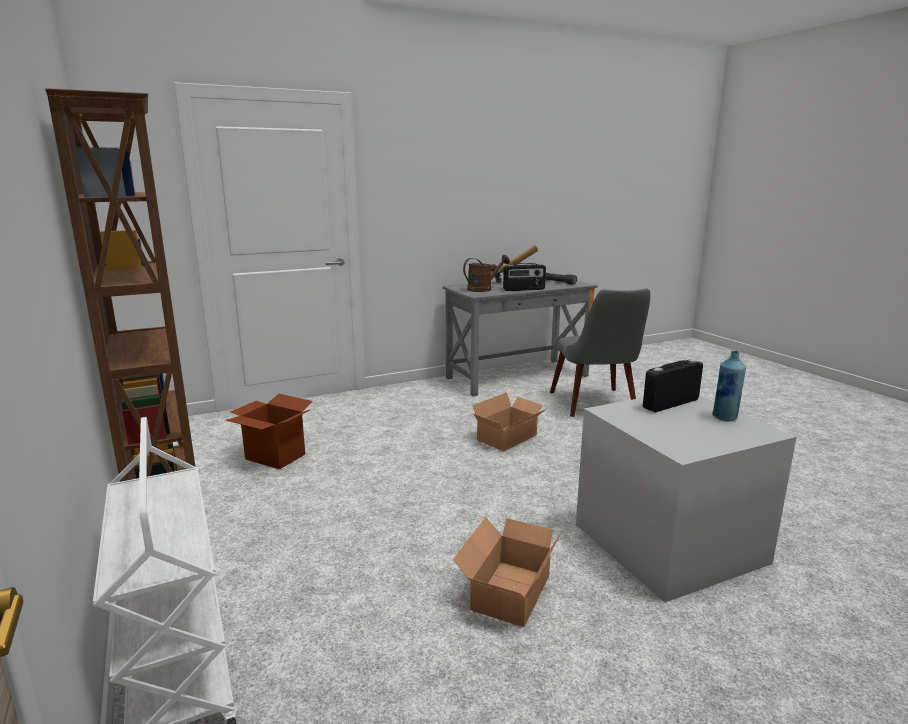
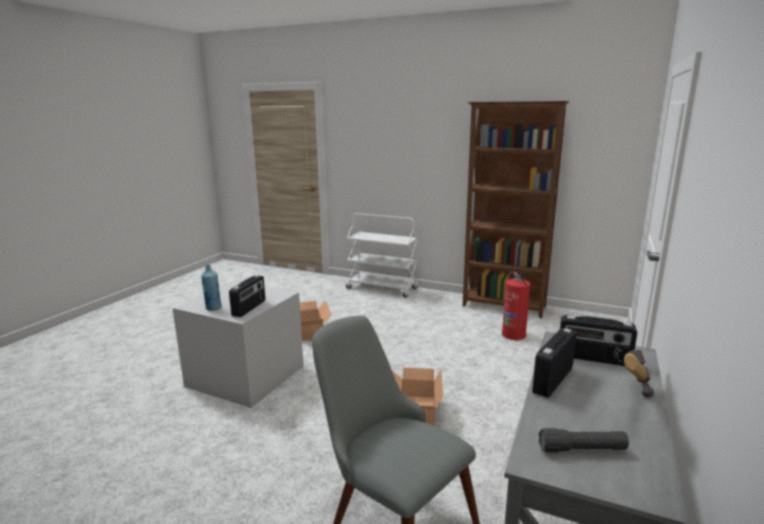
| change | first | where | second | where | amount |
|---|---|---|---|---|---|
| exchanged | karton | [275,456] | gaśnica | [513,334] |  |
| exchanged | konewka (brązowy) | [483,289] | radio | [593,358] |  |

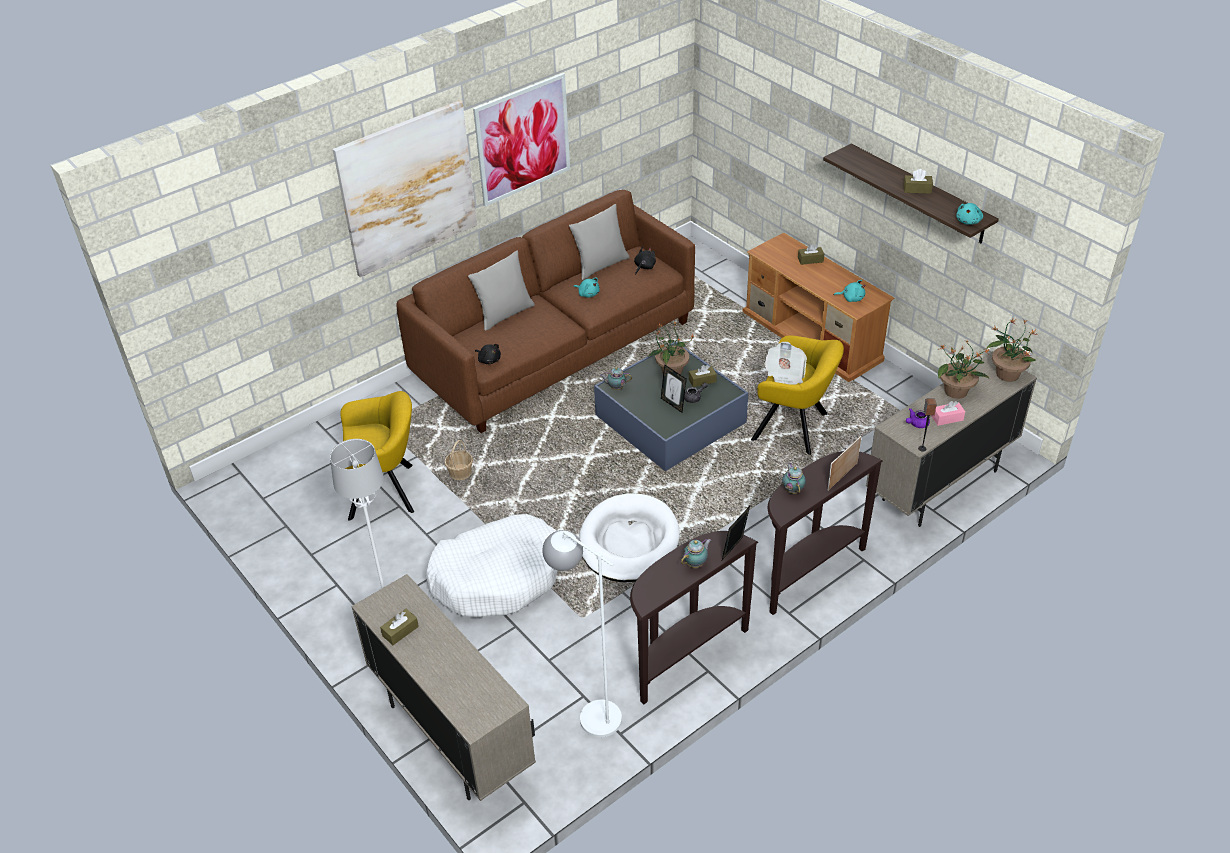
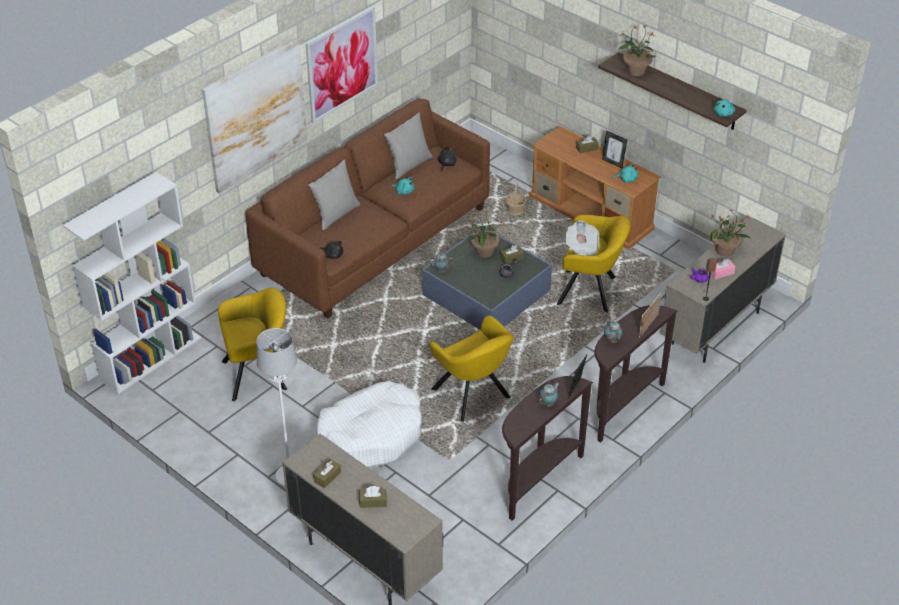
| change | first | where | second | where | amount |
|---|---|---|---|---|---|
| missing | lampa stojąca (biały) | [589,711] |  |  |  |
| appeared |  |  | regał (biały) | [151,358] |  |
| relocated | koszyk | [460,473] |  | [515,210] |  |
| relocated | ramka na zdjęcie | [673,404] |  | [613,163] |  |
| relocated | pudełko chusteczek (brązowy) | [917,189] |  | [373,502] |  |
| relocated | roślina doniczkowa | [1007,374] |  | [635,71] |  |
| exchanged | legowisko (biały) | [629,542] | fotel (żółty) | [473,396] |  |

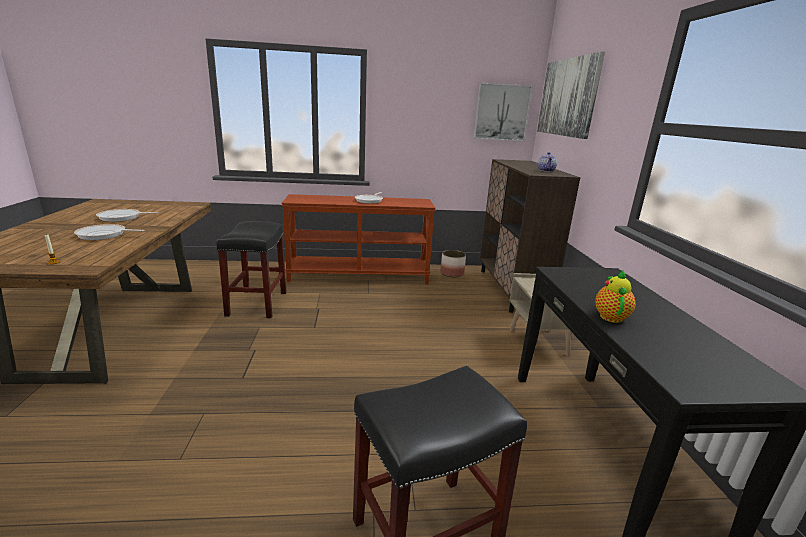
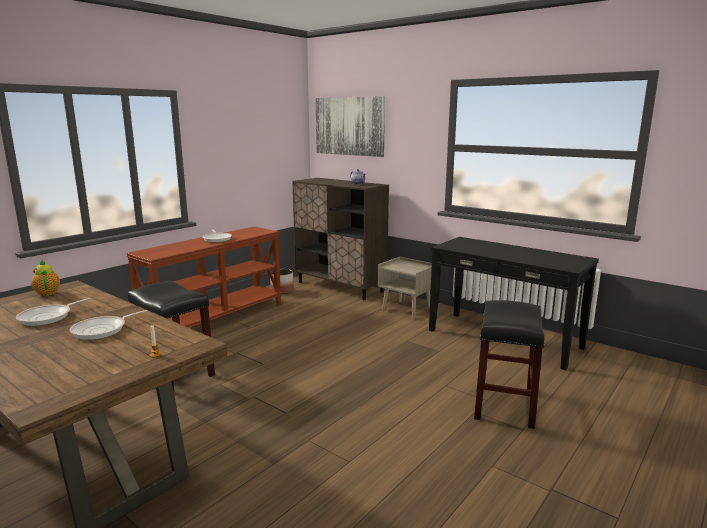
| change | first | where | second | where | amount |
|---|---|---|---|---|---|
| missing | obraz | [501,112] |  |  |  |
| relocated | imbryk | [610,316] |  | [47,292] |  |

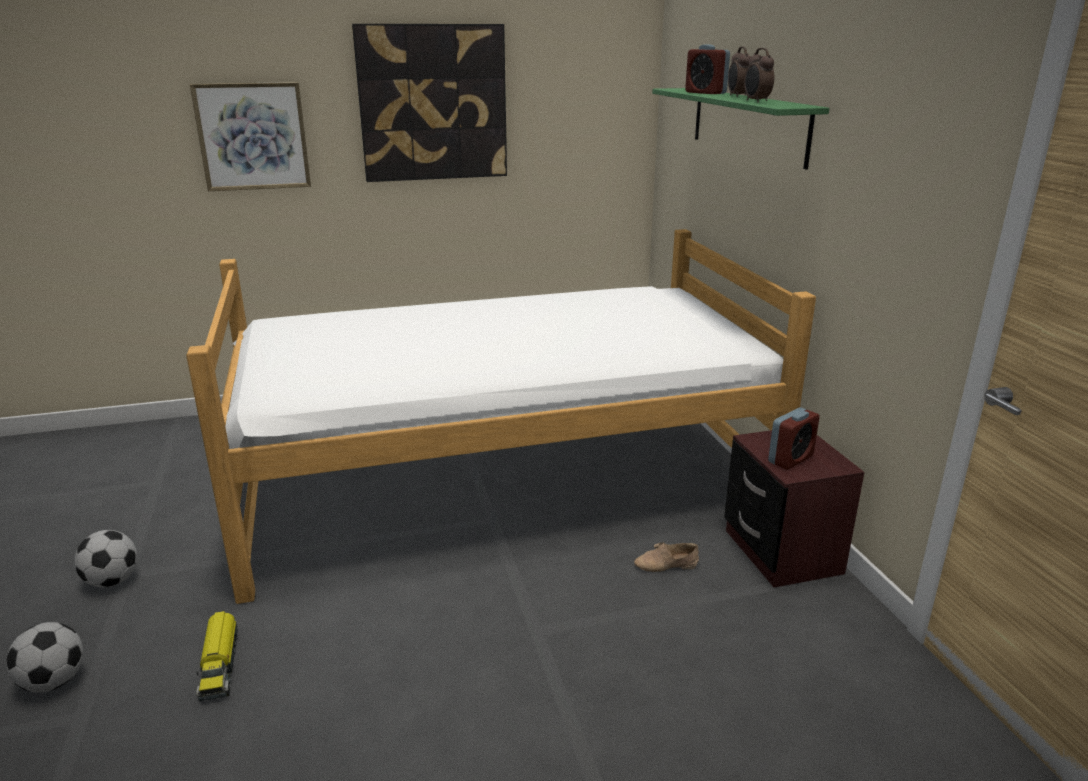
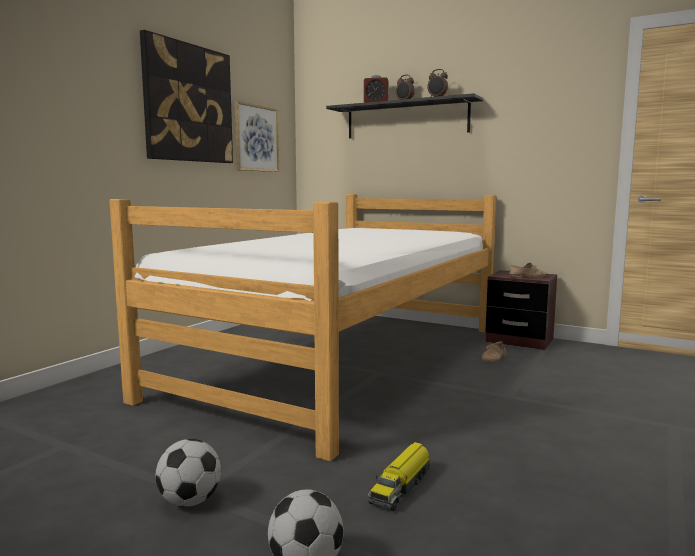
| change | first | where | second | where | amount |
|---|---|---|---|---|---|
| relocated | obraz | [253,136] |  | [256,138] |  |
| exchanged | budzik | [790,459] | but (beżowy) | [527,276] |  |
| colour | półka (zielony) | [747,124] | półka (czarny) | [406,119] |  |
| spun | ciężarówka zabawkowa | [219,665] |  | [401,486] | 90 degrees clockwise |

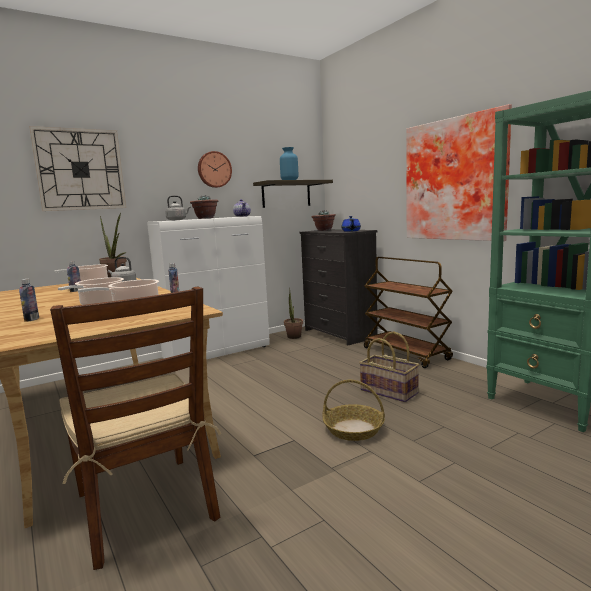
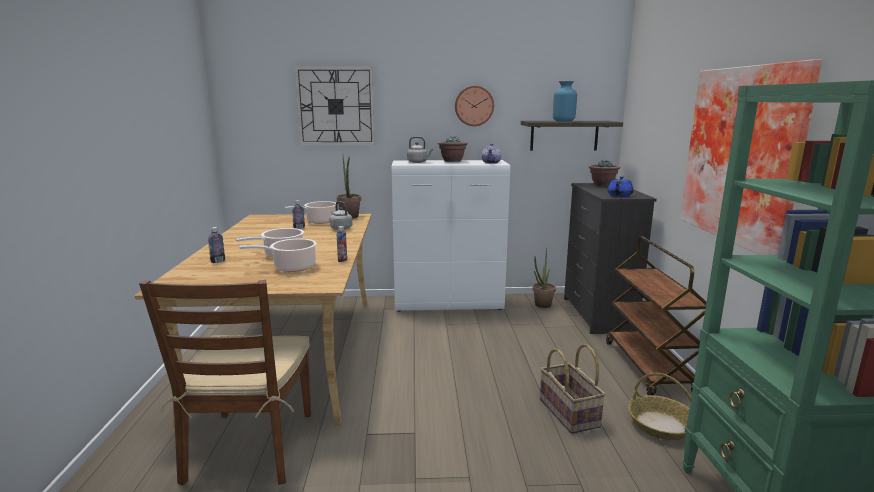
| change | first | where | second | where | amount |
|---|---|---|---|---|---|
| relocated | koszyk | [354,429] |  | [661,425] |  |

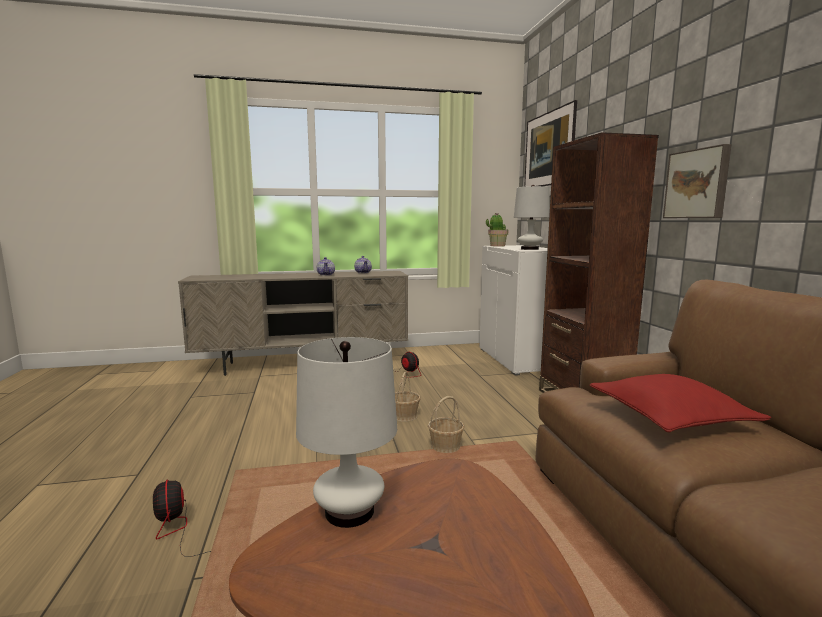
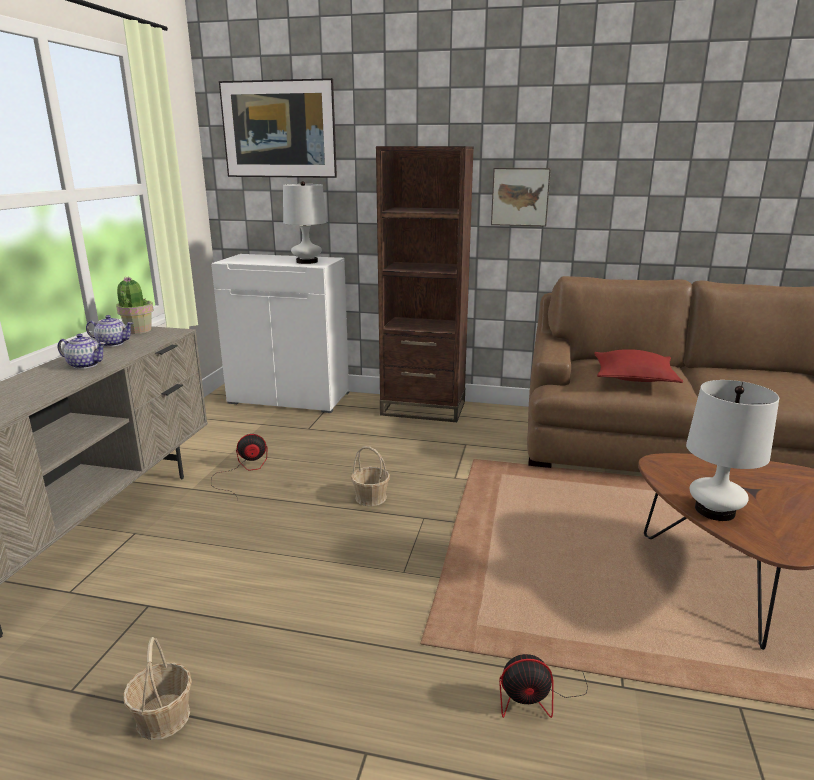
| change | first | where | second | where | amount |
|---|---|---|---|---|---|
| relocated | koszyk | [446,447] |  | [163,717] |  |
| relocated | roślina doniczkowa | [497,246] |  | [138,330] |  |

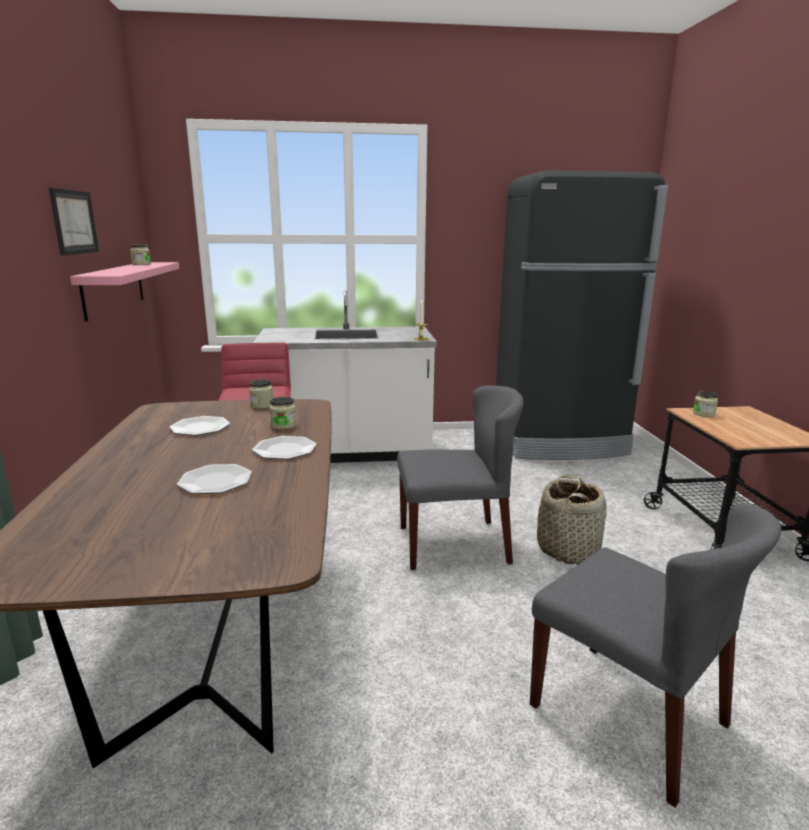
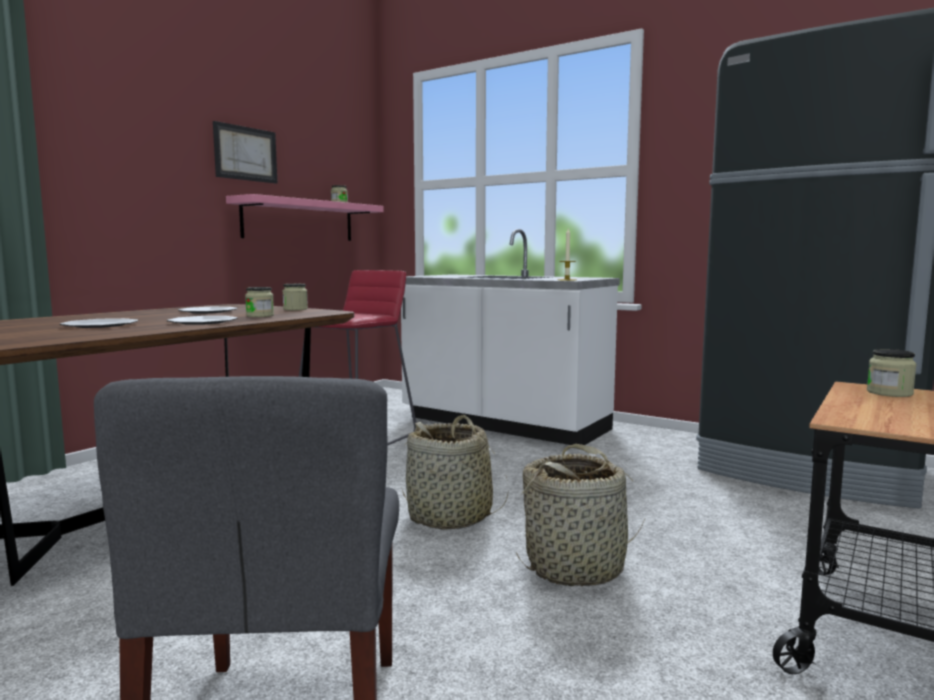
| change | first | where | second | where | amount |
|---|---|---|---|---|---|
| exchanged | krzesło (szary) | [454,544] | koszyk | [450,516] |  |

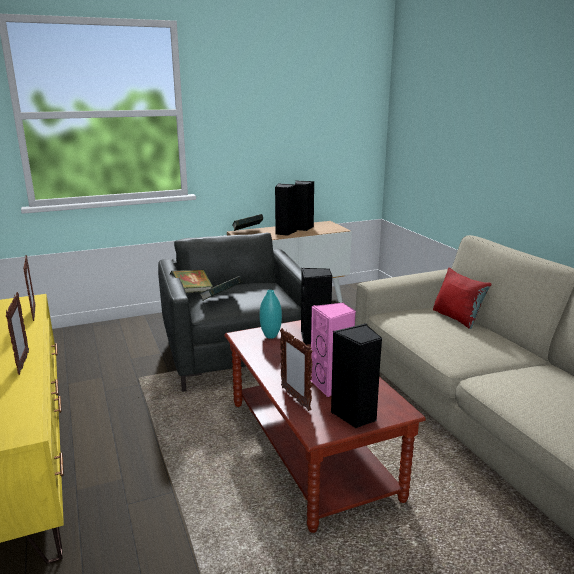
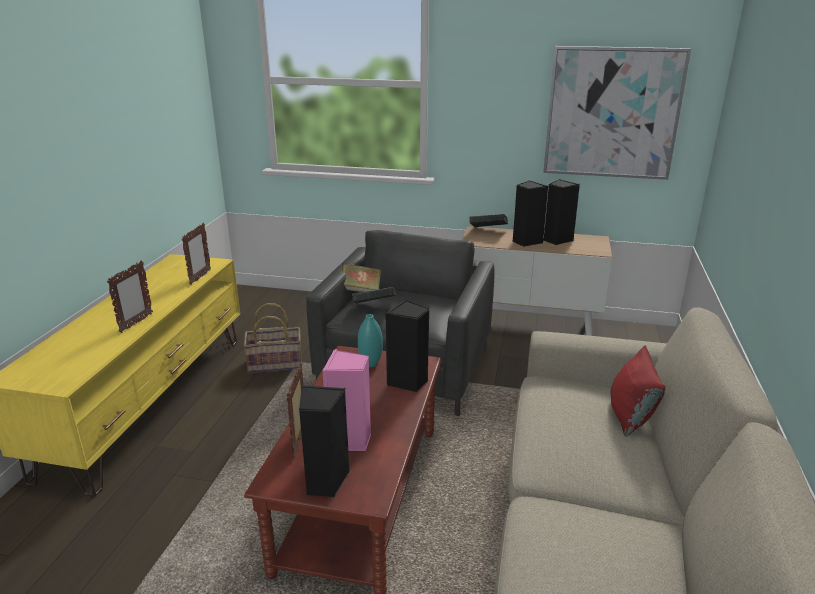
| change | first | where | second | where | amount |
|---|---|---|---|---|---|
| appeared |  |  | koszyk | [275,363] |  |
| appeared |  |  | obraz | [612,113] |  |

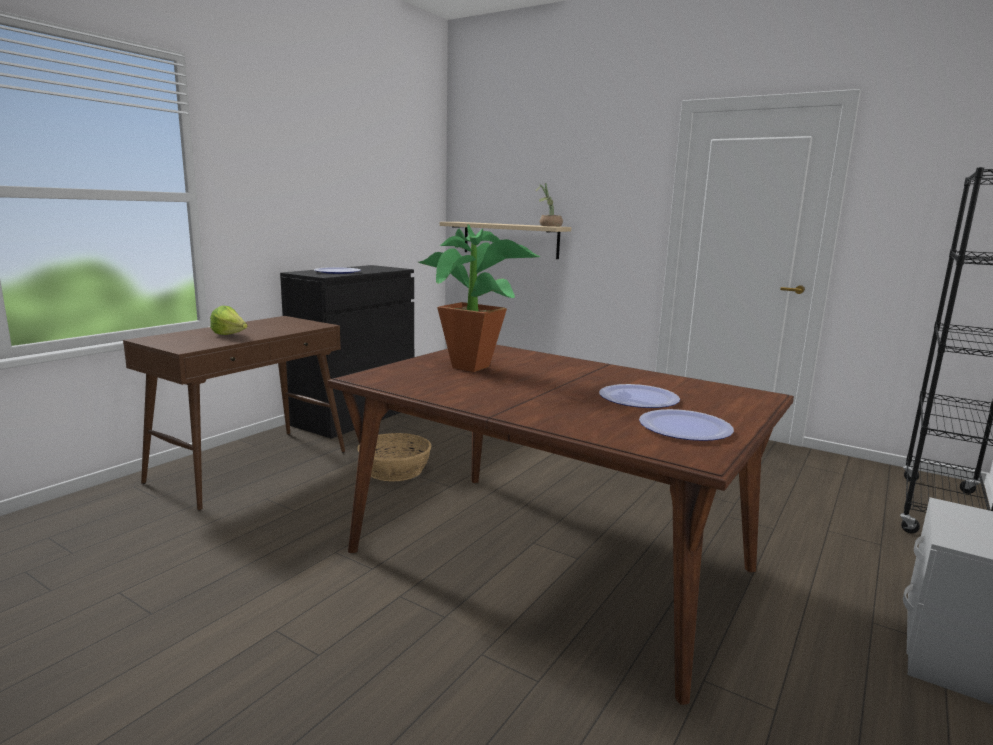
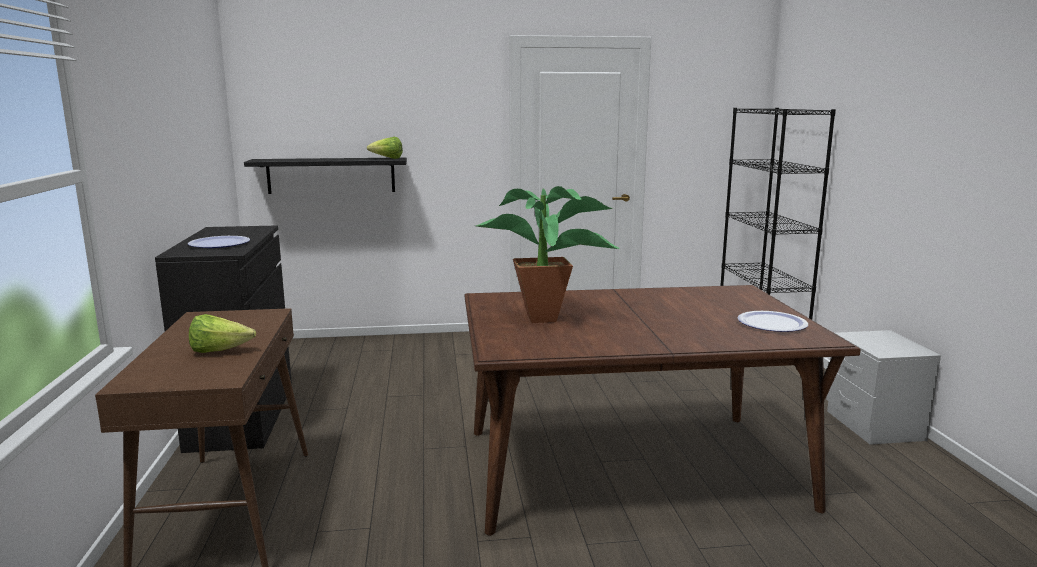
| change | first | where | second | where | amount |
|---|---|---|---|---|---|
| missing | koszyk | [395,470] |  |  |  |
| missing | talerz | [638,398] |  |  |  |
| exchanged | roślina doniczkowa | [548,226] | sałata | [387,158] |  |
| colour | półka (beżowy) | [510,239] | półka (czarny) | [331,175] |  |

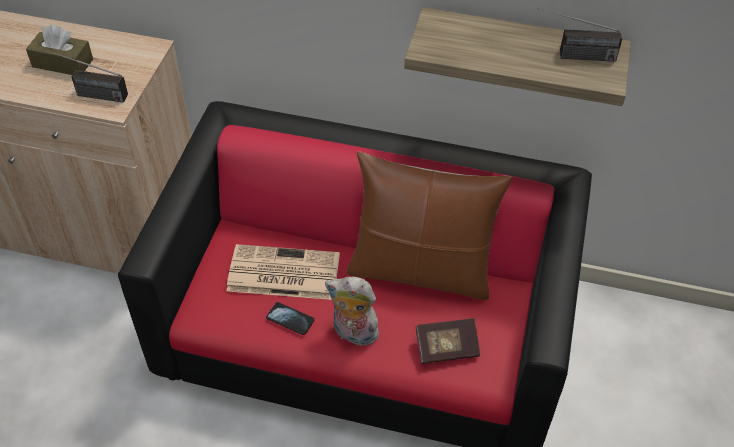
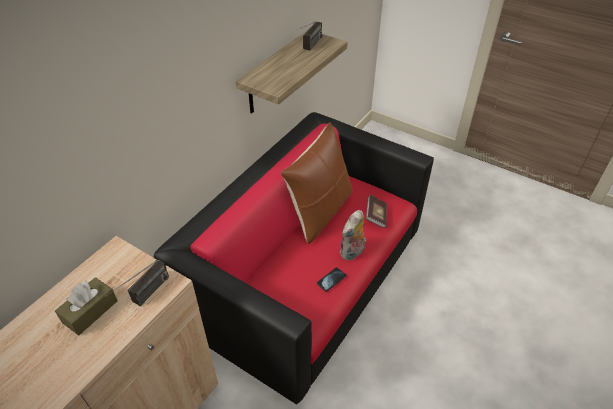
| change | first | where | second | where | amount |
|---|---|---|---|---|---|
| missing | gazeta | [282,273] |  |  |  |

